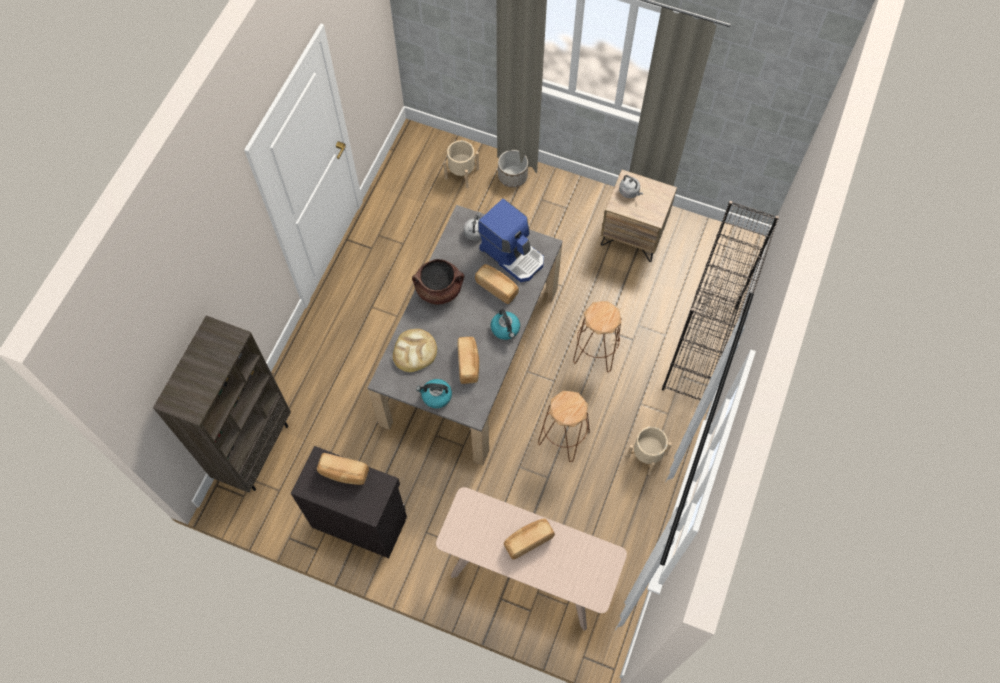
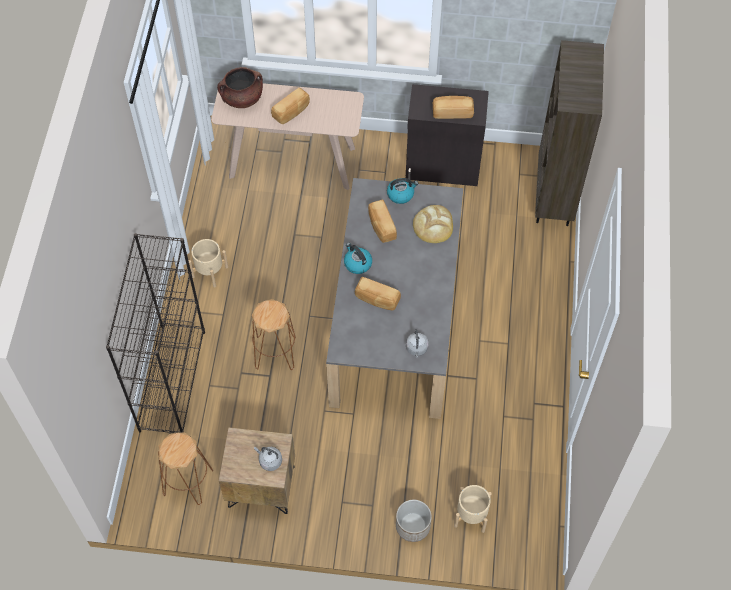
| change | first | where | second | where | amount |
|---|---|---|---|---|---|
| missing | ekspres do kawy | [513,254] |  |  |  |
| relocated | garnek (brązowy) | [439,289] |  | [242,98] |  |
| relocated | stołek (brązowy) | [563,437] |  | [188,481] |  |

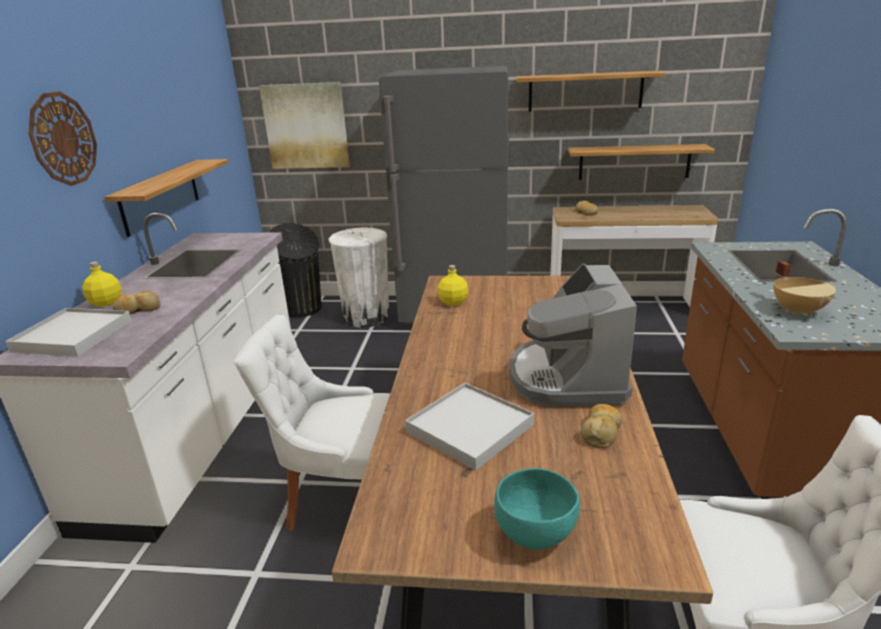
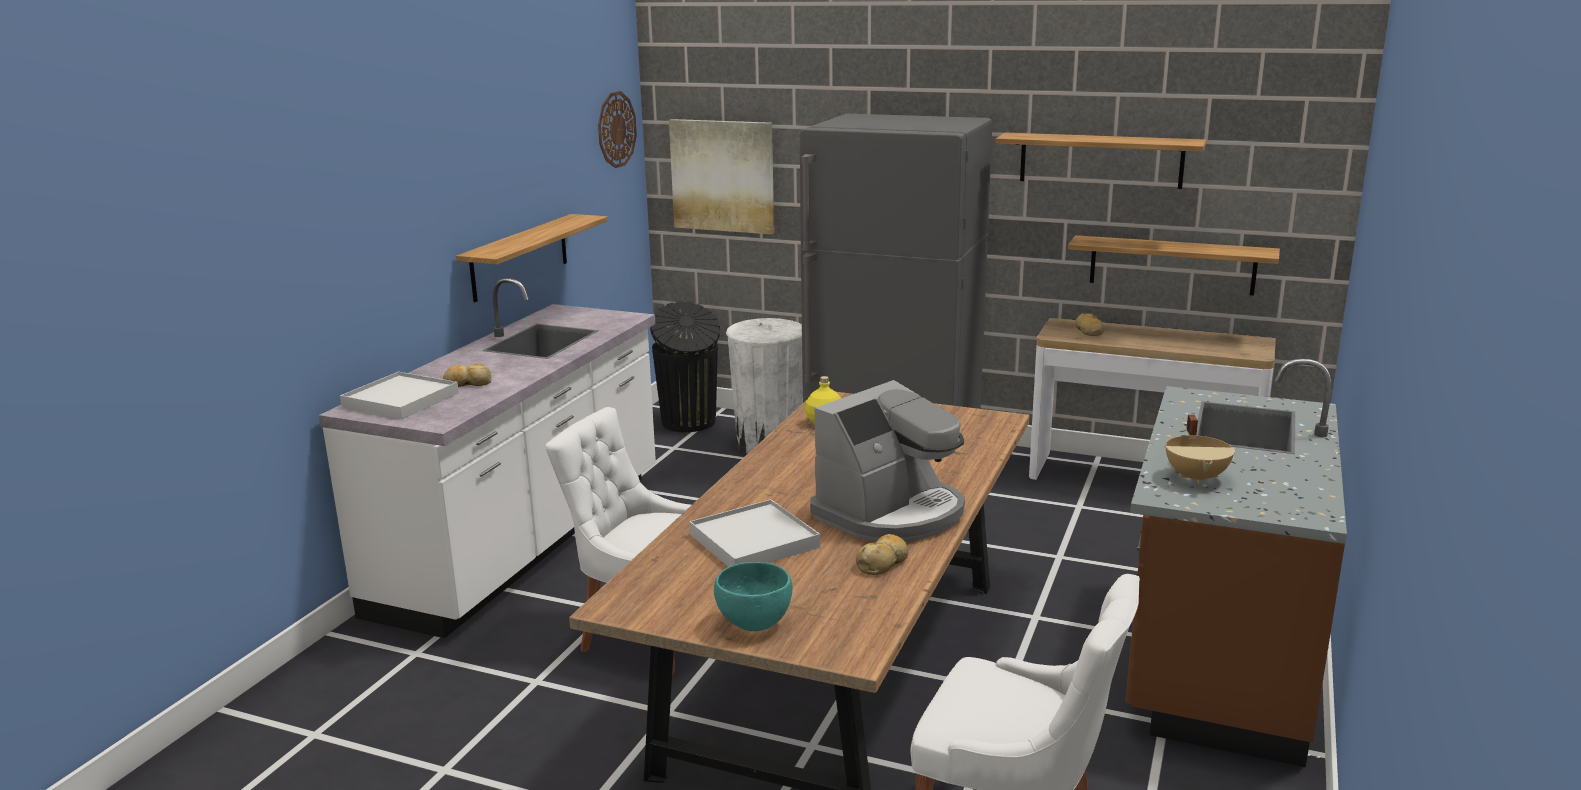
| change | first | where | second | where | amount |
|---|---|---|---|---|---|
| missing | butelka (żółty) | [106,302] |  |  |  |
| relocated | zegar ścienny | [63,139] |  | [616,129] |  |
| spun | ekspres do kawy | [567,377] |  | [891,513] | 150 degrees counterclockwise |

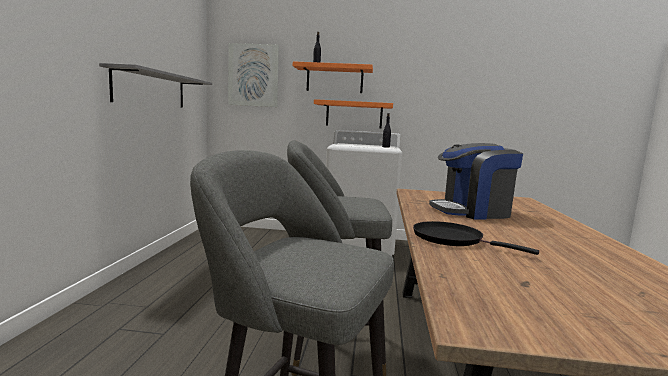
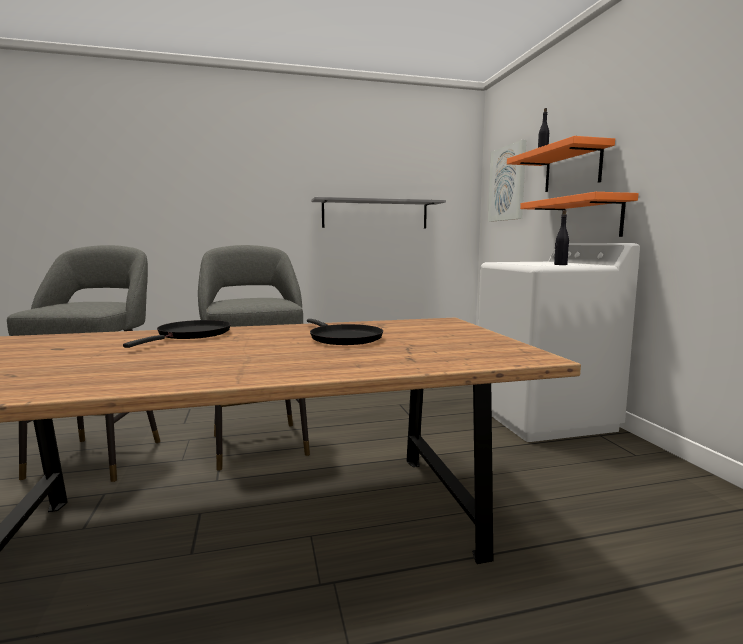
| change | first | where | second | where | amount |
|---|---|---|---|---|---|
| exchanged | ekspres do kawy | [472,212] | patelnia (czarny) | [343,338] |  |

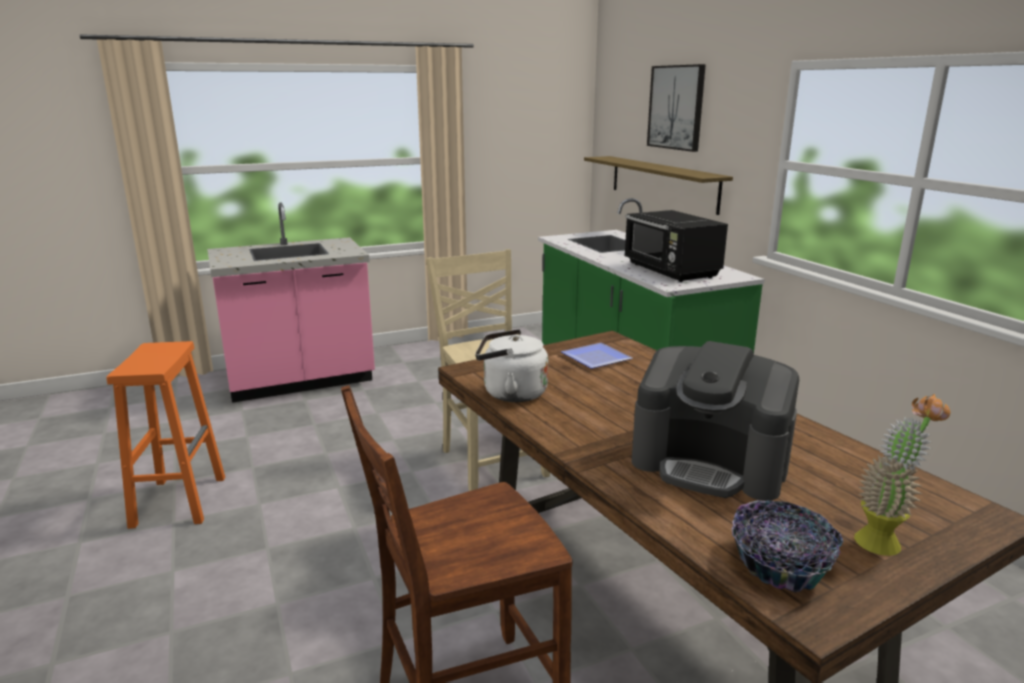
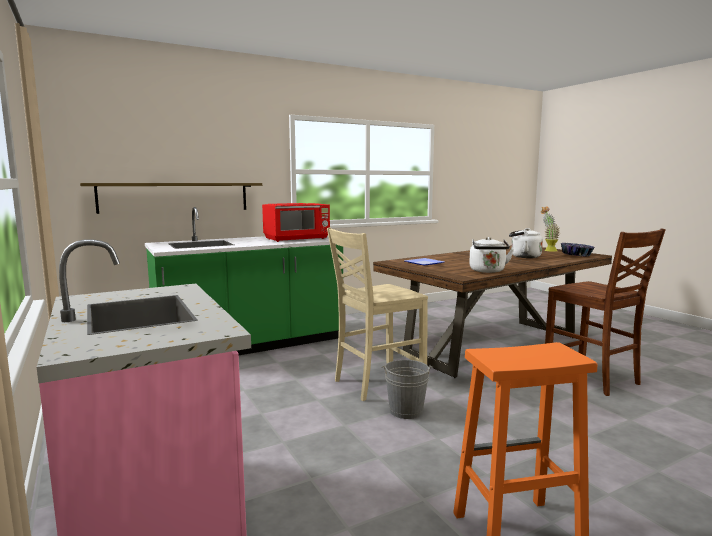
| change | first | where | second | where | amount |
|---|---|---|---|---|---|
| missing | obraz | [676,107] |  |  |  |
| appeared |  |  | wiadro (szary) | [406,411] |  |
| exchanged | ekspres do kawy | [710,464] | czajnik (biały) | [523,256] |  |
| colour | mikrofalówka (czarny) | [671,271] | mikrofalówka (czerwony) | [297,239] |  |

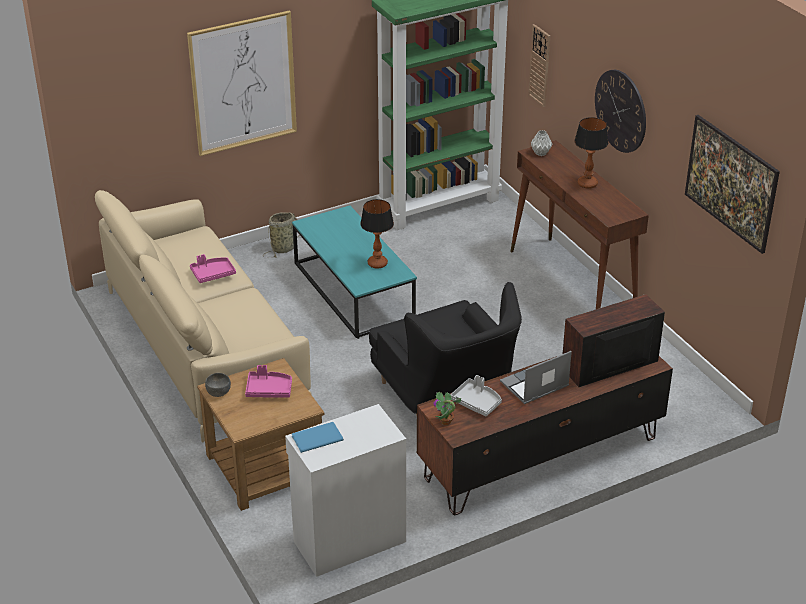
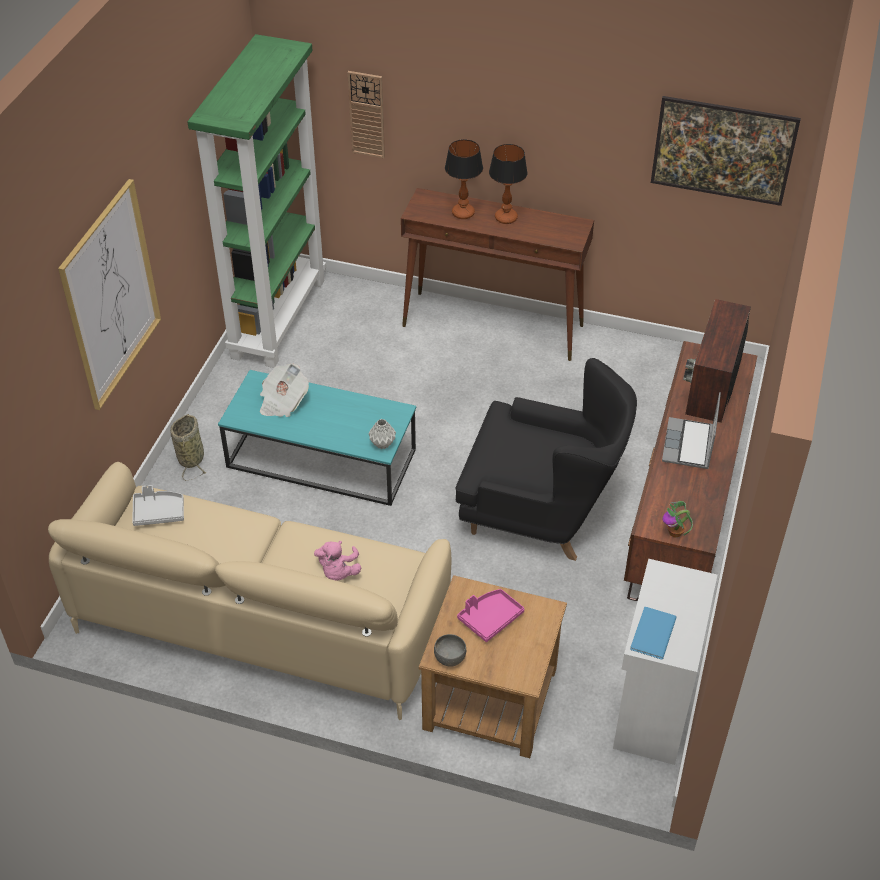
| change | first | where | second | where | amount |
|---|---|---|---|---|---|
| missing | taca (różowy) | [212,274] |  |  |  |
| missing | zegar ścienny | [621,111] |  |  |  |
| appeared |  |  | gazeta | [283,401] |  |
| appeared |  |  | pluszak (różowy) | [338,572] |  |
| relocated | lampa stołowa | [377,264] |  | [463,213] |  |
| relocated | taca (szary) | [476,402] |  | [158,512] |  |
| relocated | wazon (szary) | [541,153] |  | [383,444] |  |

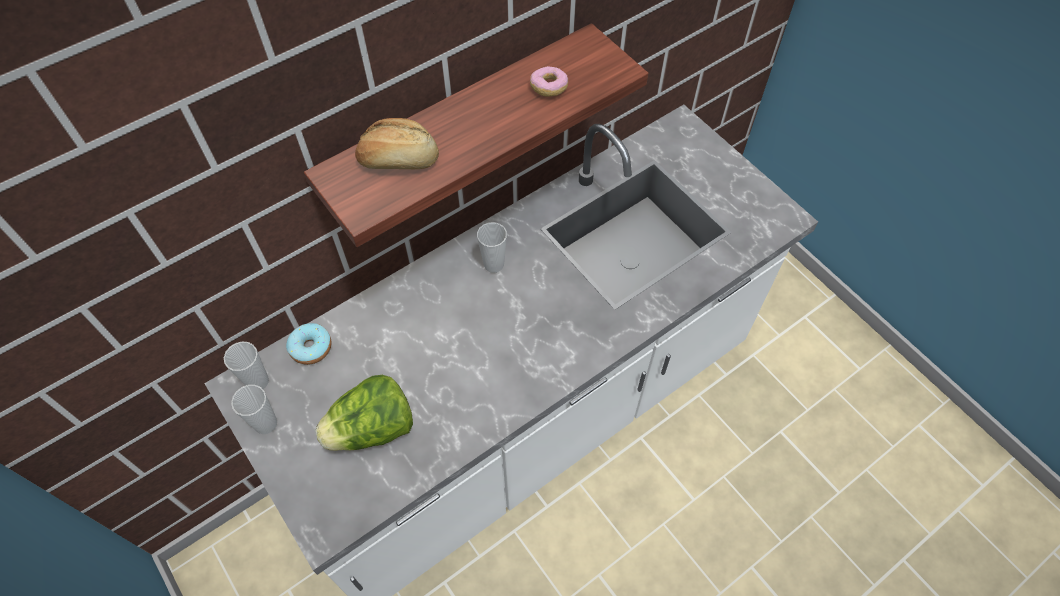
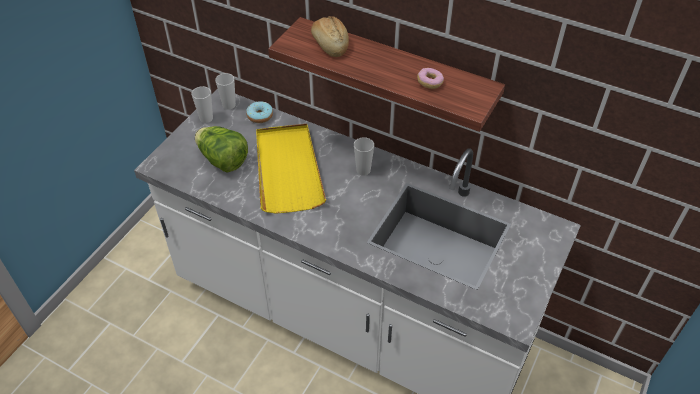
| change | first | where | second | where | amount |
|---|---|---|---|---|---|
| appeared |  |  | taca (żółty) | [288,170] |  |

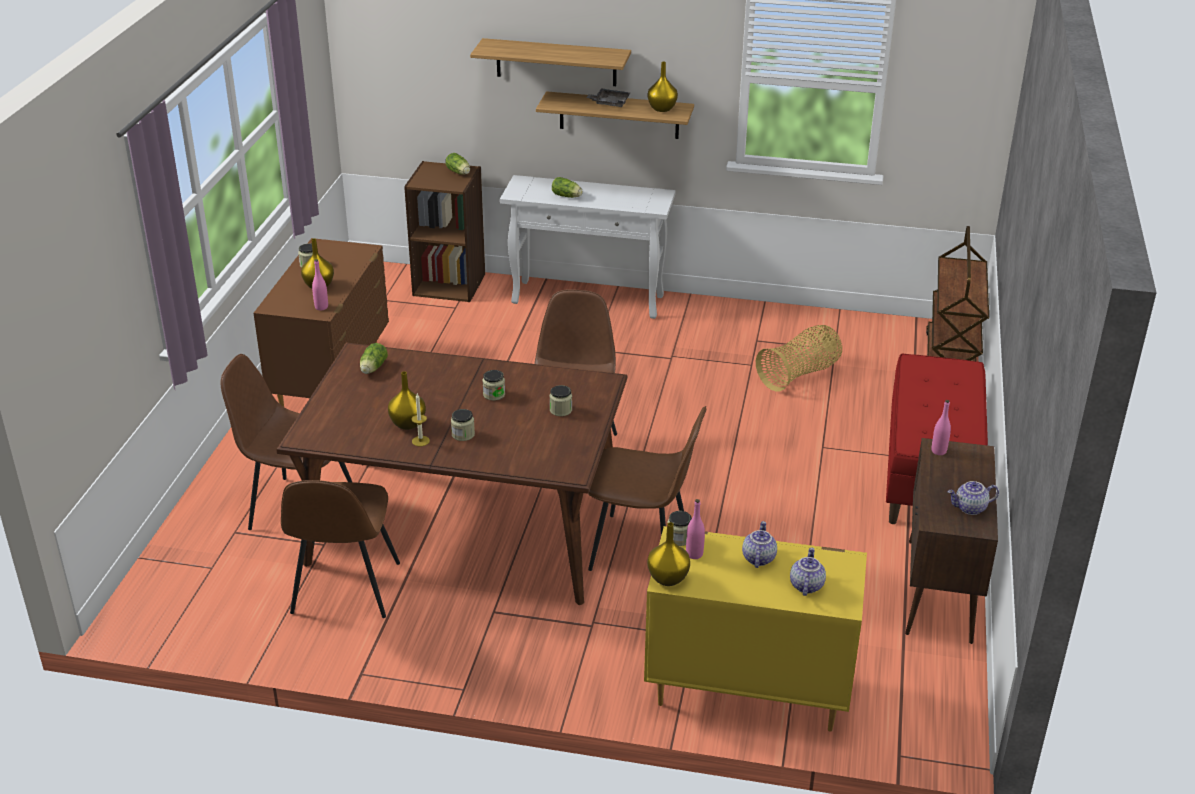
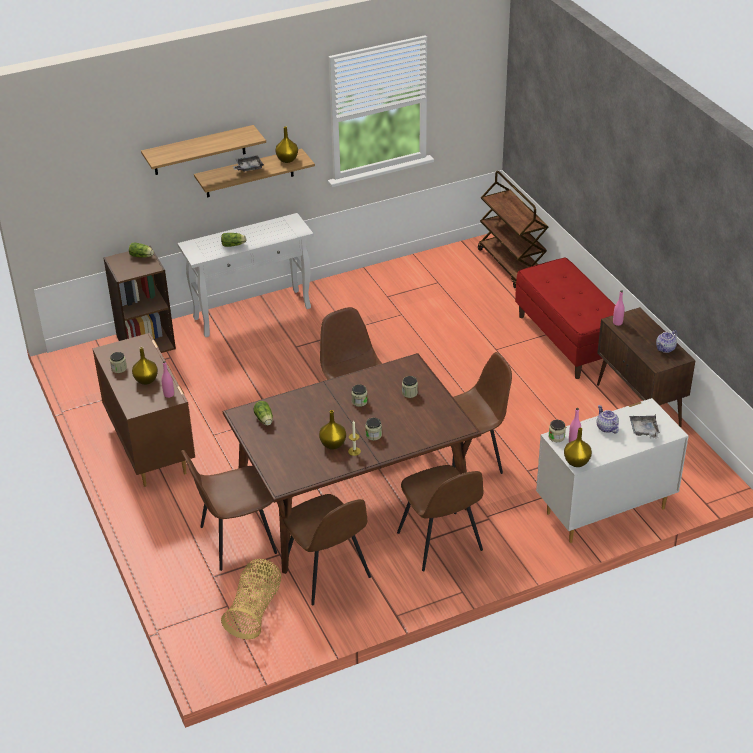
| change | first | where | second | where | amount |
|---|---|---|---|---|---|
| appeared |  |  | krzesło (brązowy) | [440,543] |  |
| relocated | koszyk | [799,375] |  | [255,610] |  |
| exchanged | imbryk | [805,585] | taca (szary) | [644,430] |  |
| colour | komoda (żółty) | [746,690] | komoda (biały) | [603,510] |  |

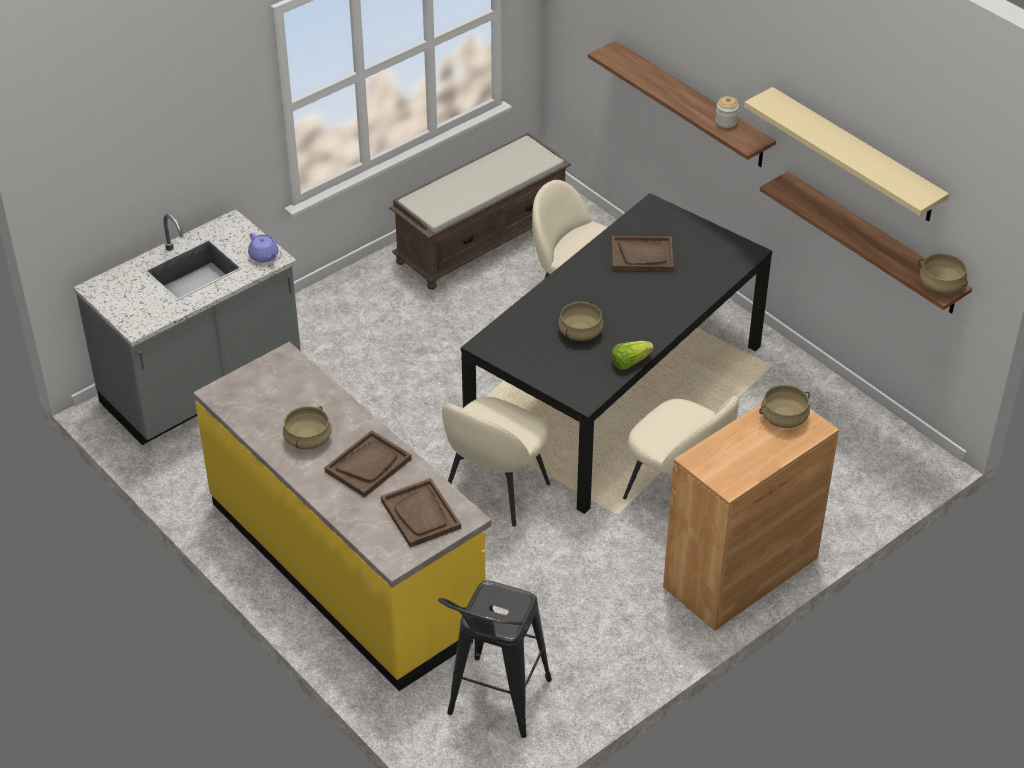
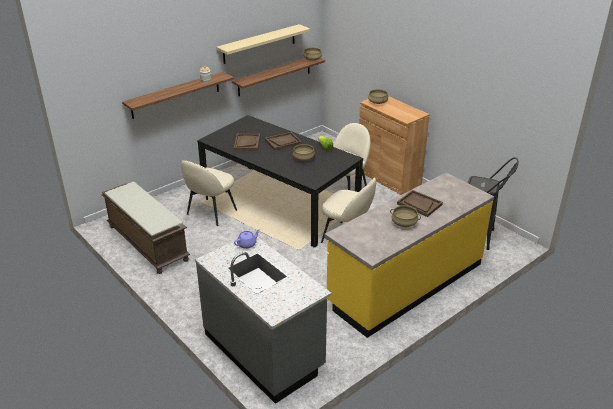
| change | first | where | second | where | amount |
|---|---|---|---|---|---|
| relocated | taca (brązowy) | [421,514] |  | [283,142] |  |

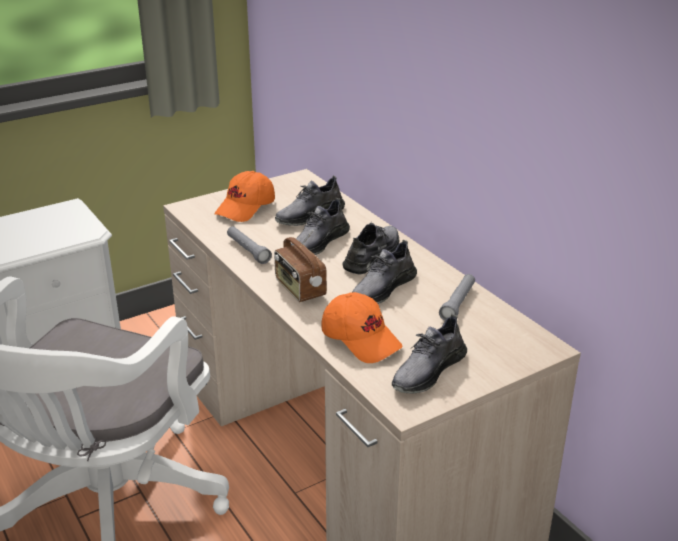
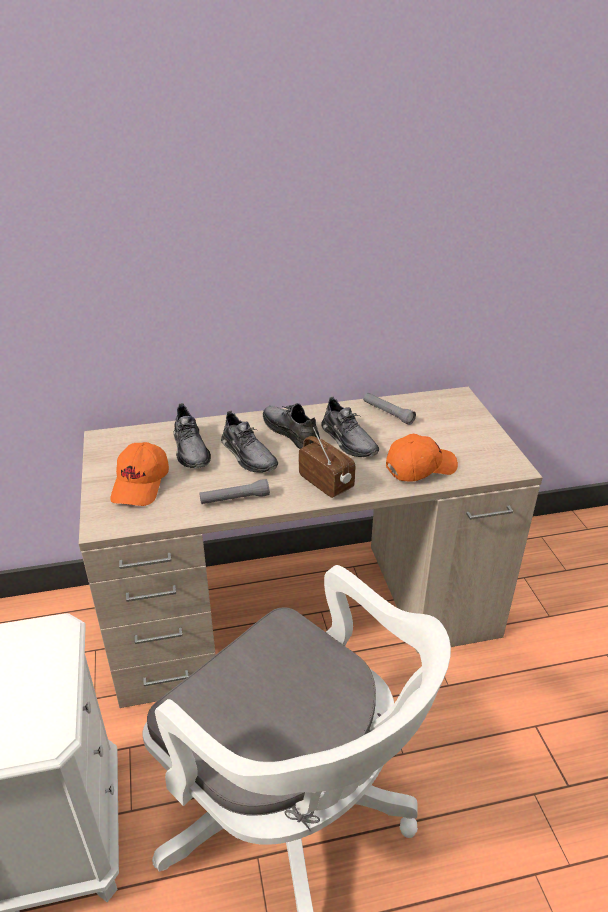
| change | first | where | second | where | amount |
|---|---|---|---|---|---|
| missing | but (szary) | [428,371] |  |  |  |
| spun | czapka z daszkiem (pomarańczowy) | [246,208] |  | [141,484] | 45 degrees clockwise |
| spun | radio | [299,289] |  | [326,482] | 120 degrees counterclockwise |

